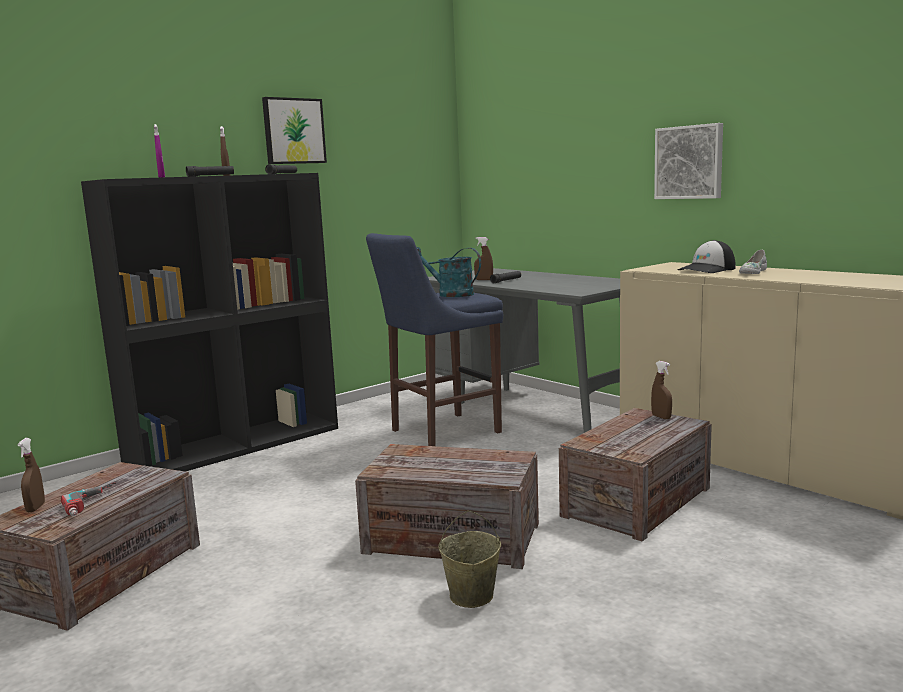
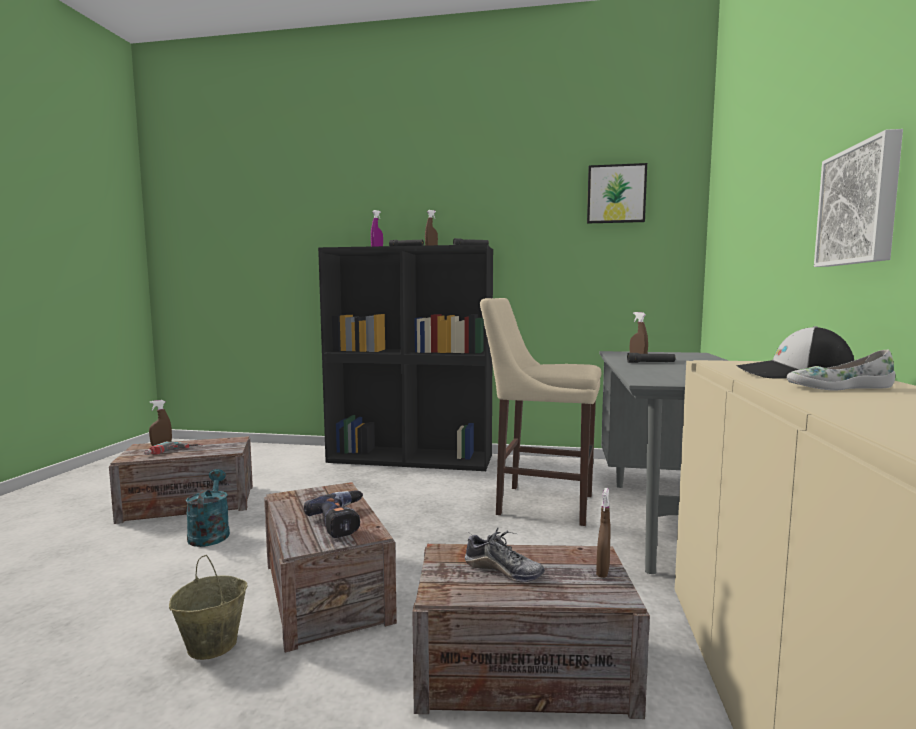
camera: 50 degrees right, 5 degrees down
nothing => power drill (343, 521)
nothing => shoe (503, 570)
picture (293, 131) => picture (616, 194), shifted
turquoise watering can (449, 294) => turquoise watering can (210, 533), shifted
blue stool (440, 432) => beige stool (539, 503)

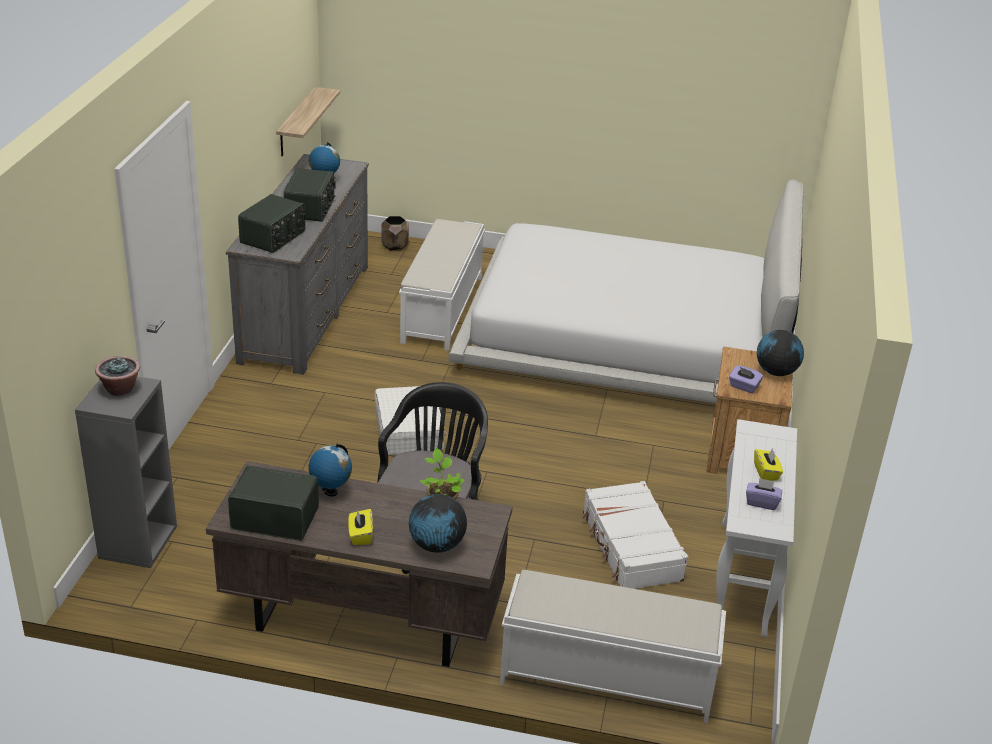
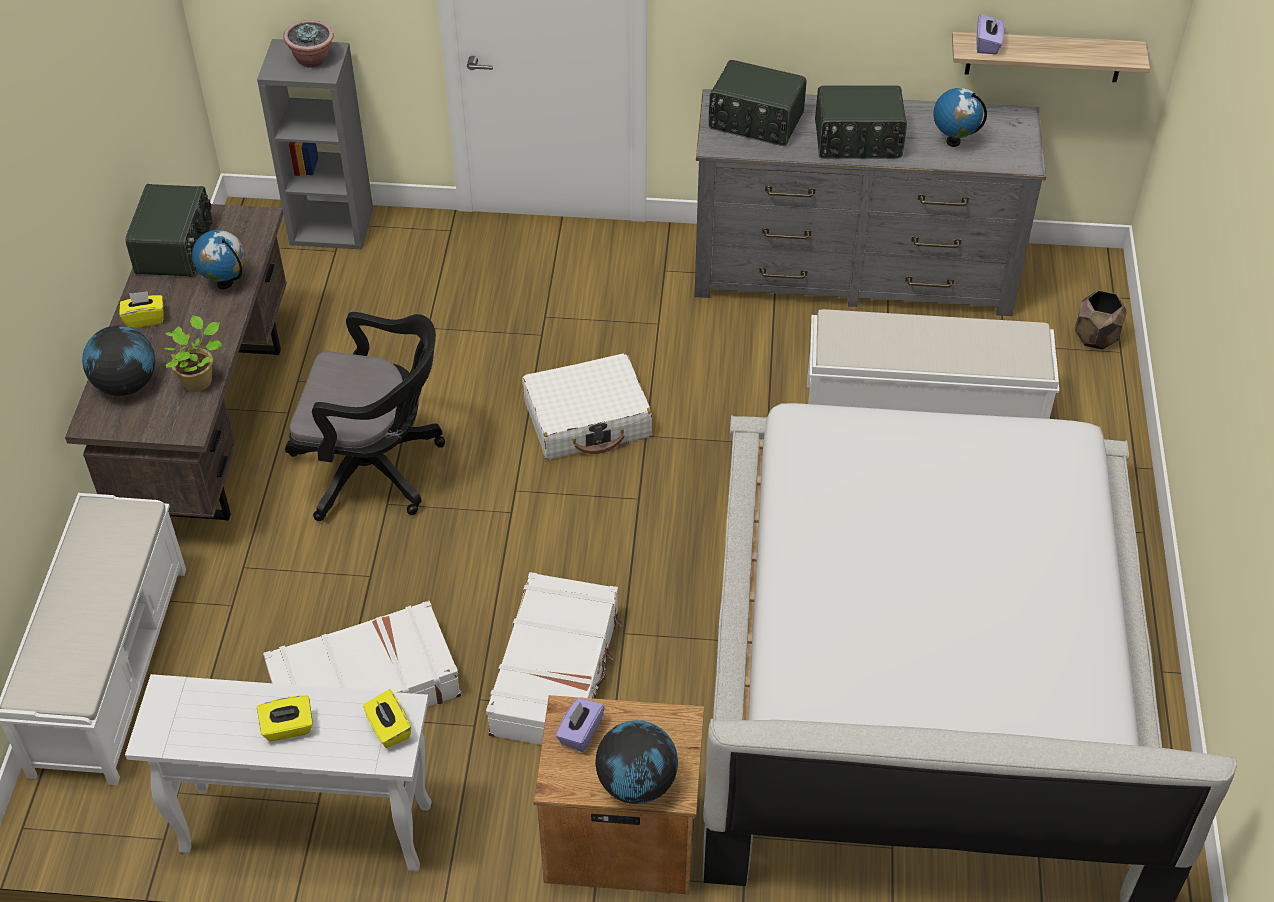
camera: 85 degrees right, 15 degrees up
nothing => yellow tissue box (388, 729)
nothing => white suitcase (557, 673)
purple tissue box (762, 502) => purple tissue box (987, 44), shifted

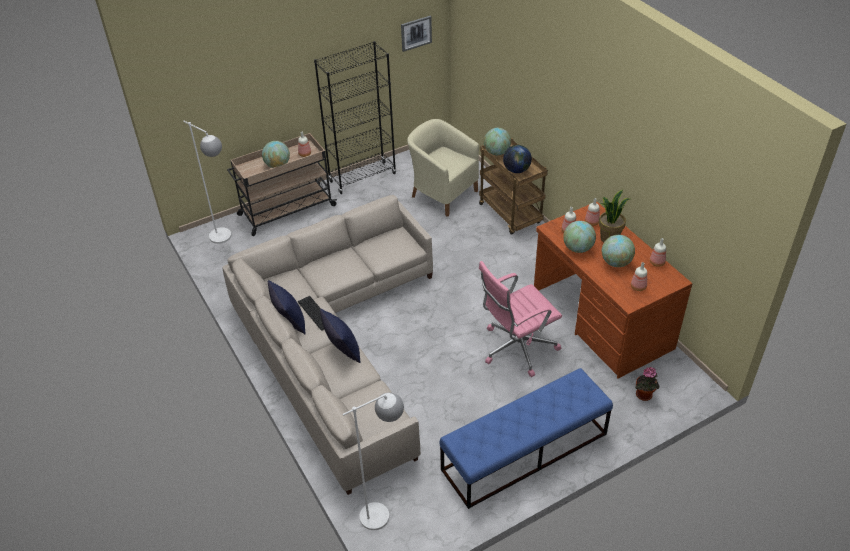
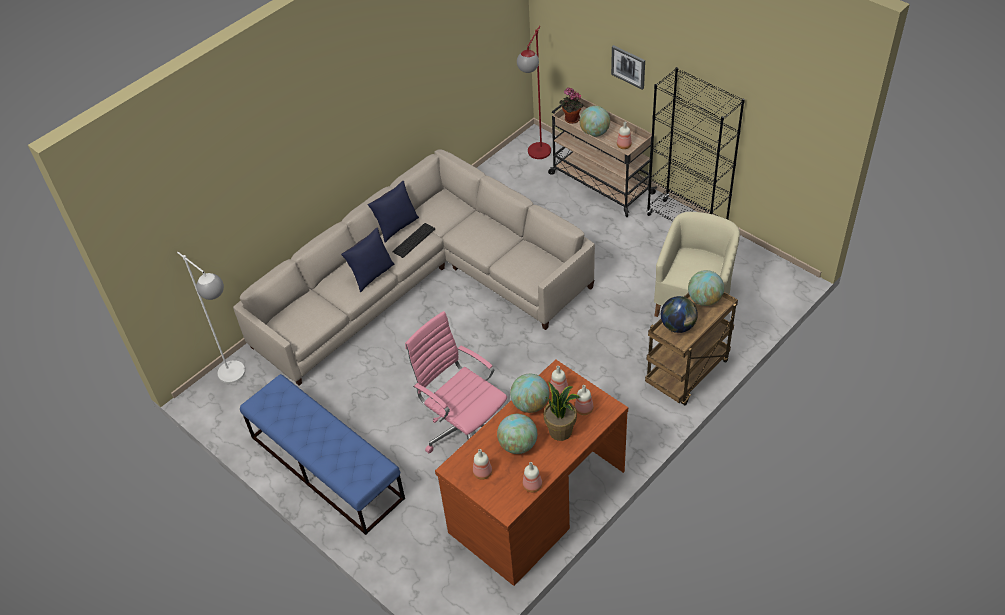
camera: 75 degrees right, 5 degrees up
picture (416, 33) => picture (628, 66), shifted
potted plant (644, 396) => potted plant (571, 119), shifted
white floor lamp (226, 239) => red floor lamp (536, 157)

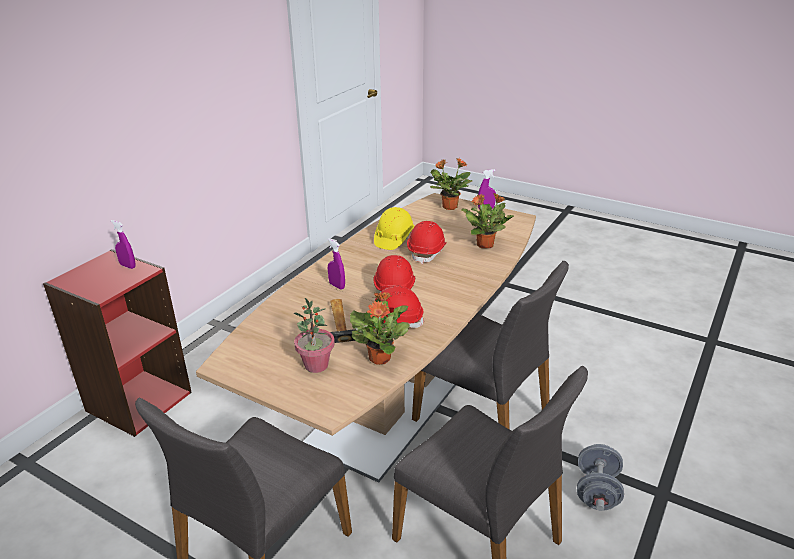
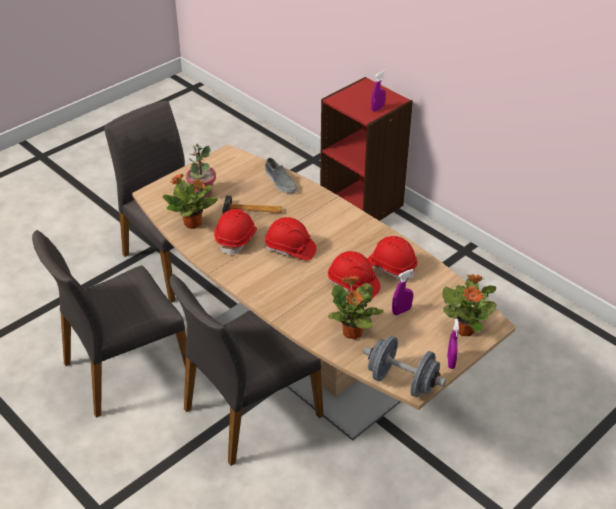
camera: 105 degrees right, 10 degrees up
nothing => grey shoe (280, 182)
purple spray bottle (337, 286) => purple spray bottle (401, 311), shifted
grey dumbbell (597, 491) => grey dumbbell (402, 382), shifted
yellow hard hat (394, 239) => red hard hat (391, 266)

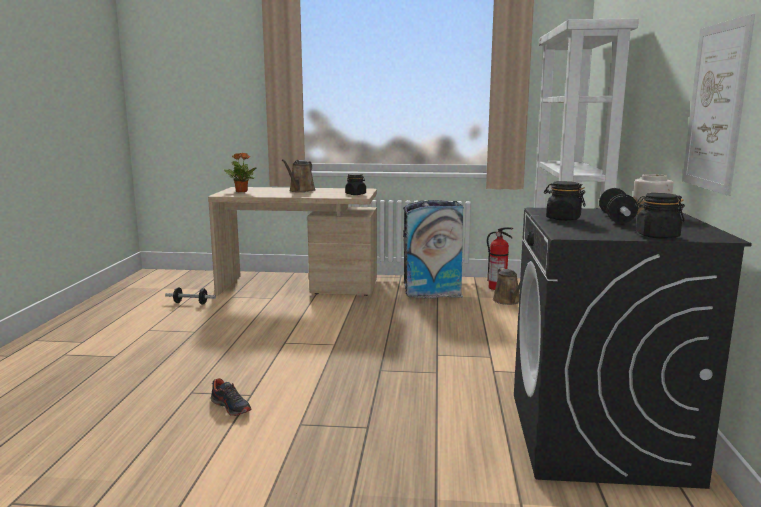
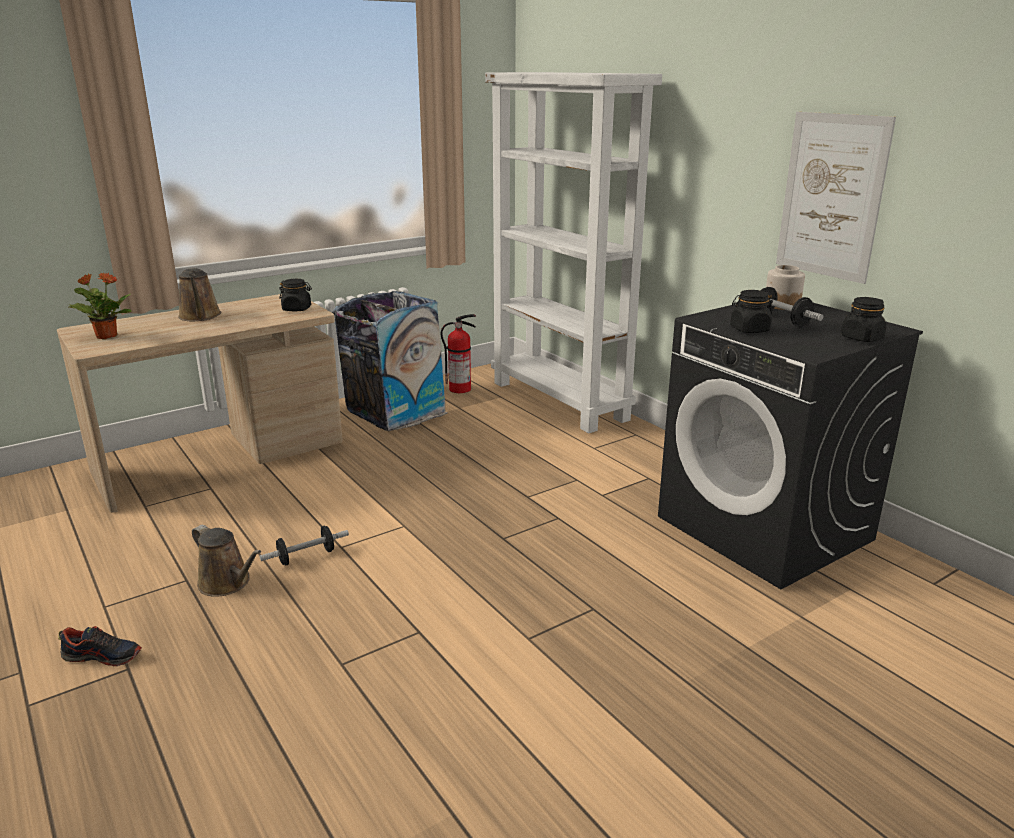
camera: 40 degrees left, 10 degrees up
dumbbell (191, 303) => dumbbell (306, 556), shifted
shoe (231, 407) => shoe (103, 656), shifted
brown watering can (508, 301) => brown watering can (227, 583), shifted

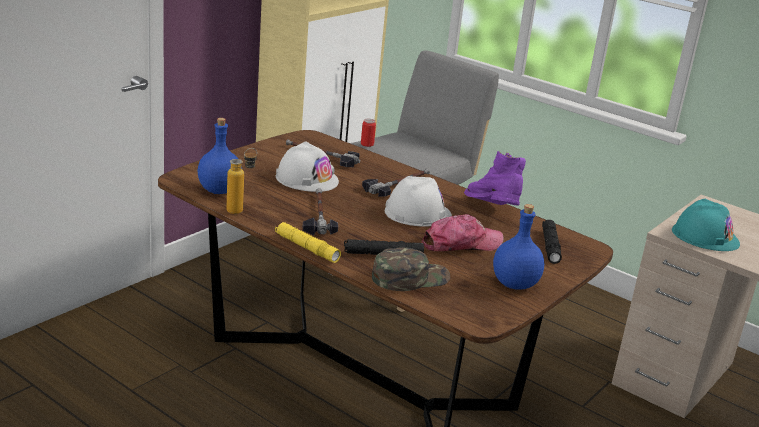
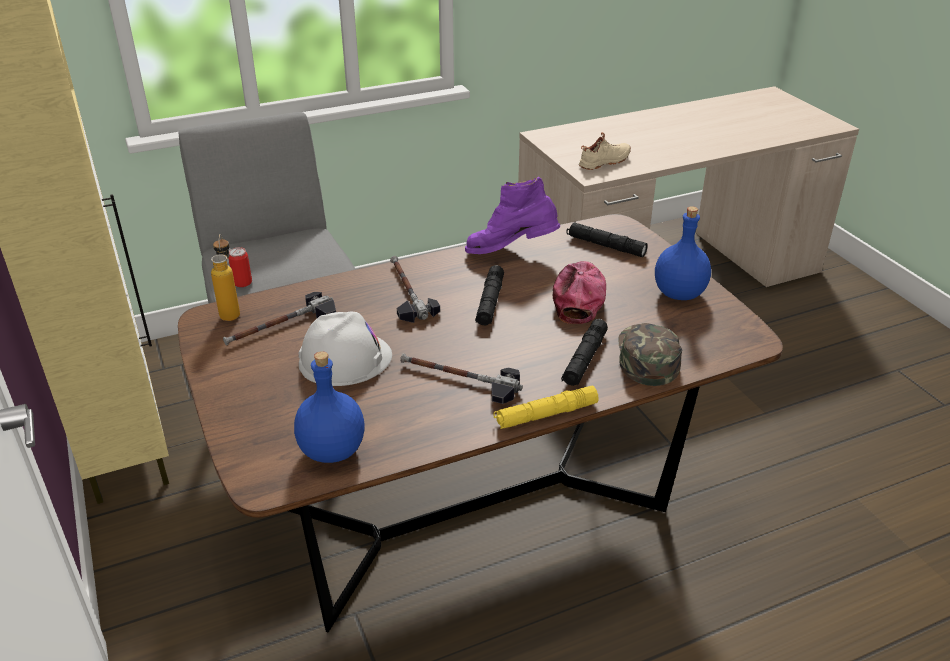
camera: 60 degrees left, 10 degrees up
bottle (241, 210) => bottle (231, 311), shifted
white hard hat (417, 213) => black flashlight (490, 302)
turquoise hard hat (705, 236) => beige shoe (605, 162)

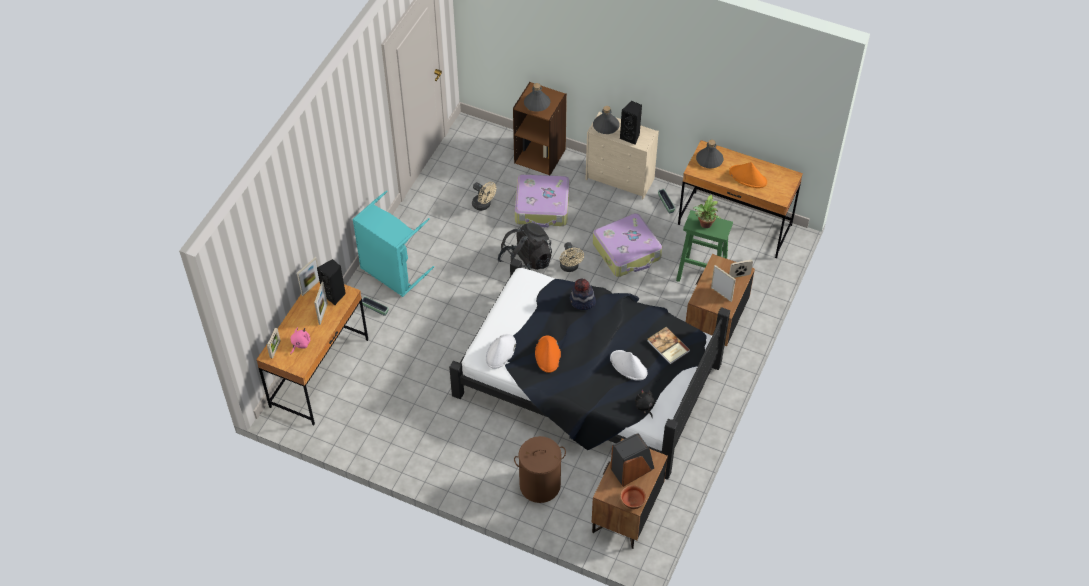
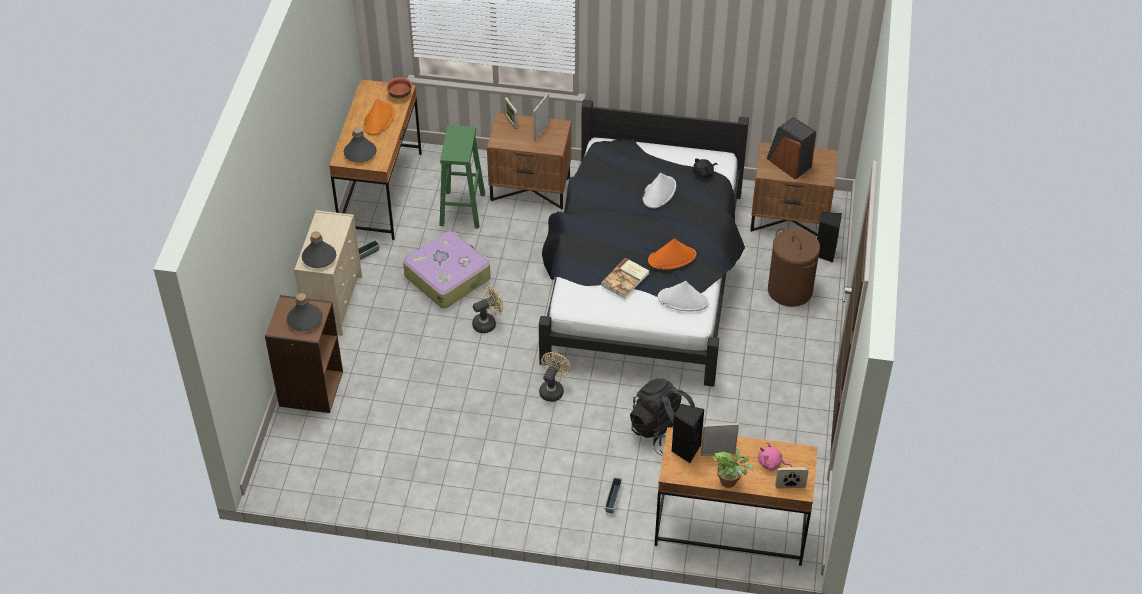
camera: 105 degrees left, 5 degrees down
picture frame (311, 287) => nothing
turquoise laundry basket (392, 273) => nothing
suitcase (542, 207) => nothing
hat (582, 301) => nothing
beige fan (484, 205) => beige fan (553, 389), shifted
black backpack (525, 263) => black backpack (663, 432), shifted
black speaker (631, 137) => black speaker (825, 253), shifted
bowl (632, 502) => bowl (400, 95), shifted
book (668, 347) => book (626, 279), shifted
potted plant (705, 225) => potted plant (730, 481), shifted

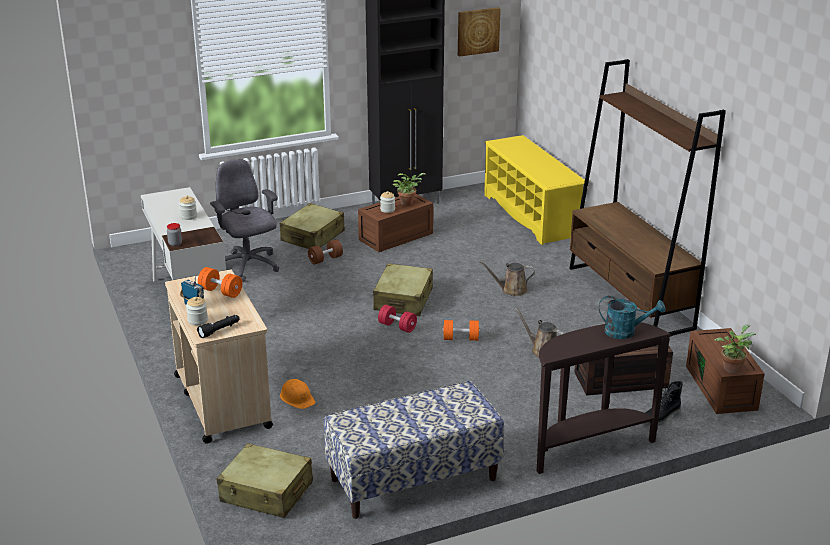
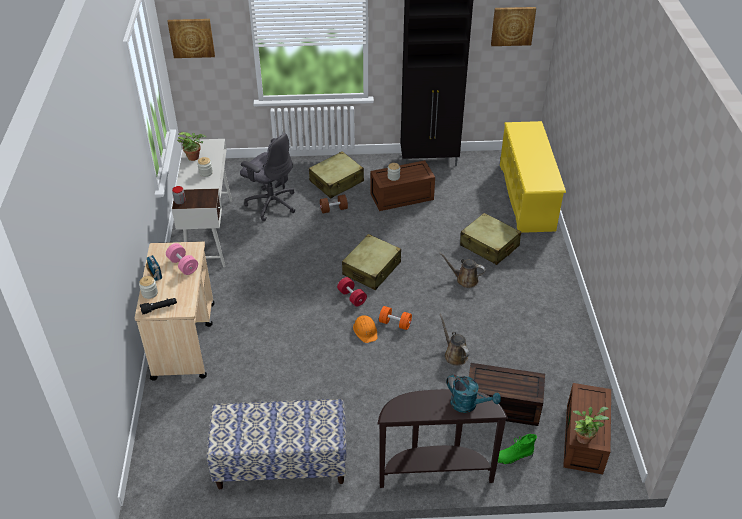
camera: 20 degrees right, 15 degrees up
brown bookcase (630, 298) => nothing
nothing => picture (191, 37)
beige suitcase (266, 492) => beige suitcase (489, 246), shifted
orange hard hat (297, 398) => orange hard hat (365, 330), shifted
potted plant (408, 202) => potted plant (195, 157), shifted
orange dumbbell (221, 292) => pink dumbbell (183, 265)
black boot (661, 418) => green boot (512, 458)
grey office chair (248, 267) => grey office chair (271, 203), 135 degrees clockwise

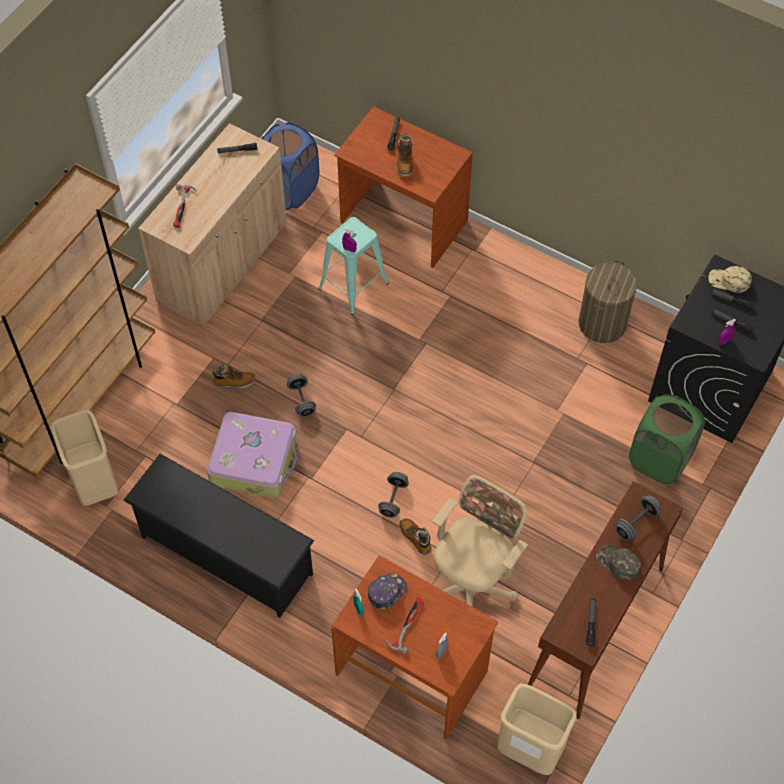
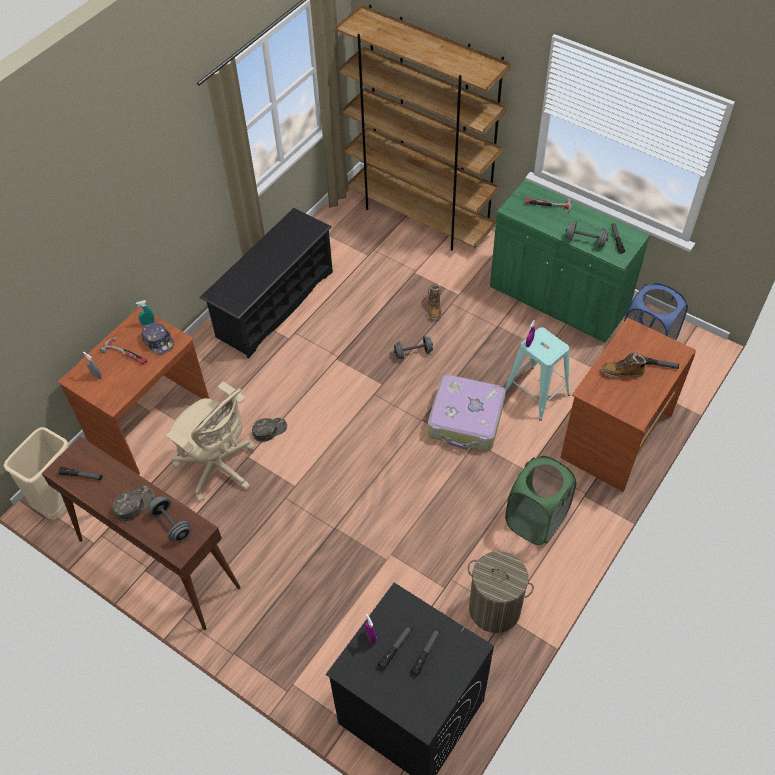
camera: 95 degrees right, 5 degrees down
beige trash can (95, 485) => nothing
beige cap (729, 281) => nothing
suitcase (254, 461) => suitcase (466, 420), shifted
grey dumbbell (393, 499) => grey dumbbell (585, 241), shifted
green laundry basket (660, 459) => green laundry basket (536, 520), shifted
boot (415, 538) => green cap (269, 429)
beige cabinet (223, 262) => green cabinet (558, 299)

